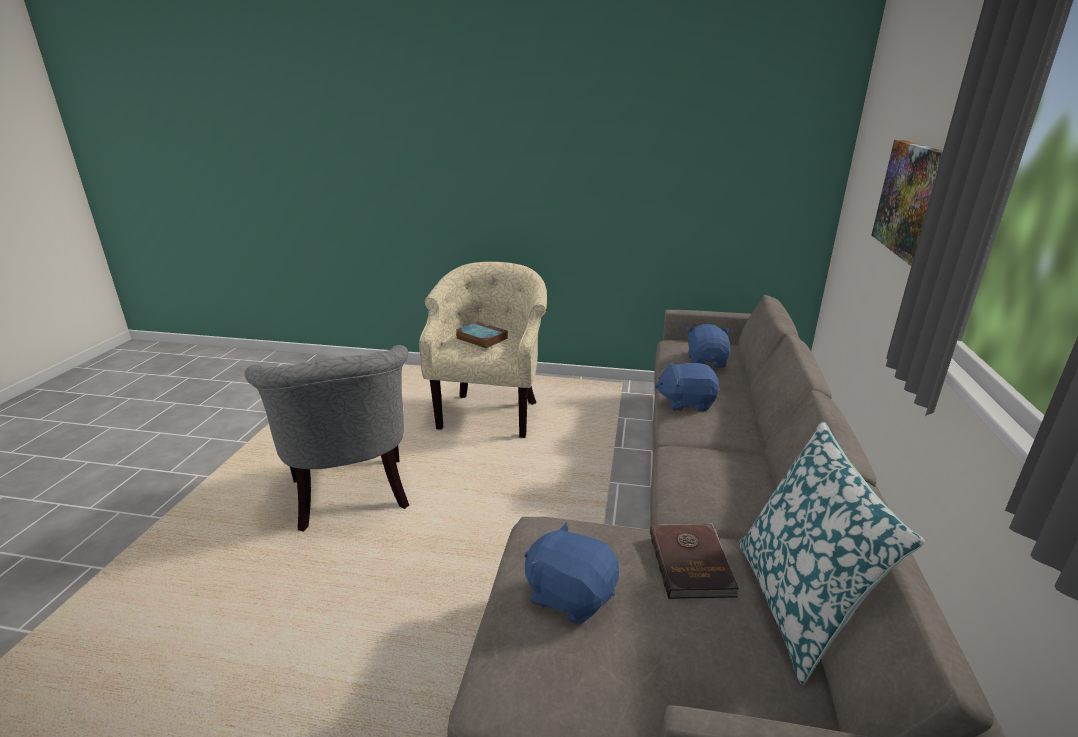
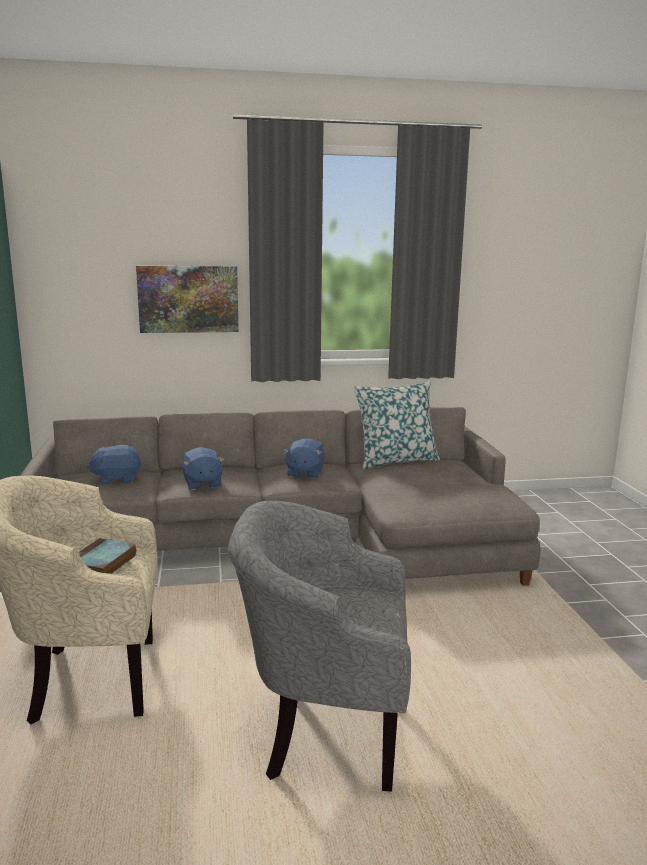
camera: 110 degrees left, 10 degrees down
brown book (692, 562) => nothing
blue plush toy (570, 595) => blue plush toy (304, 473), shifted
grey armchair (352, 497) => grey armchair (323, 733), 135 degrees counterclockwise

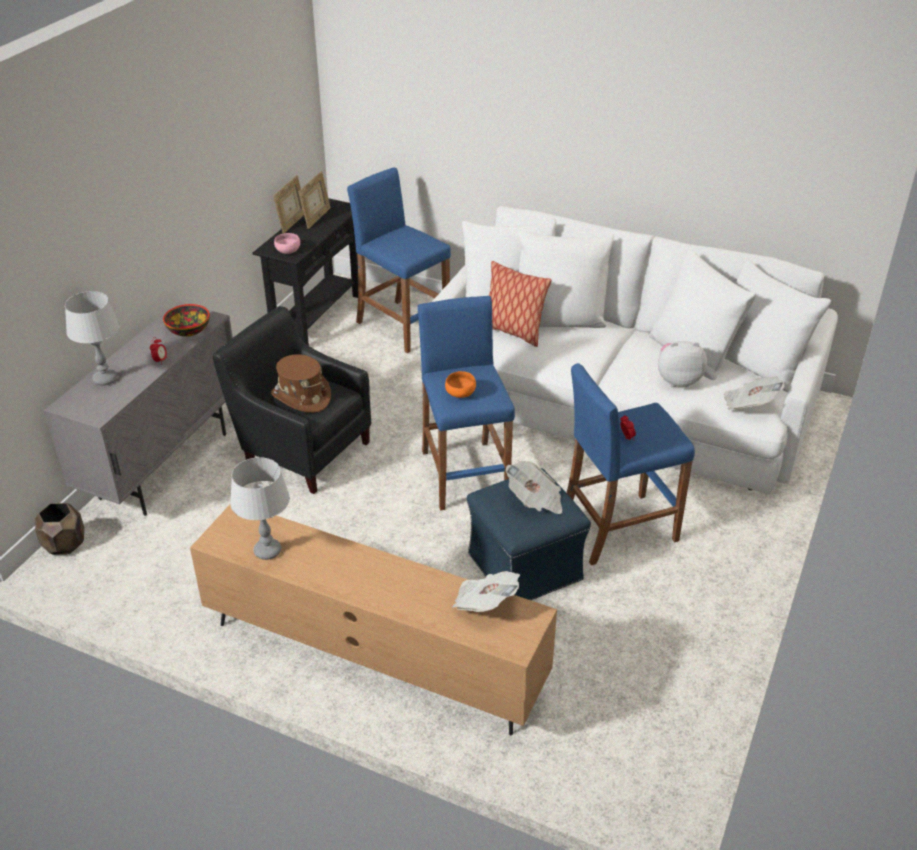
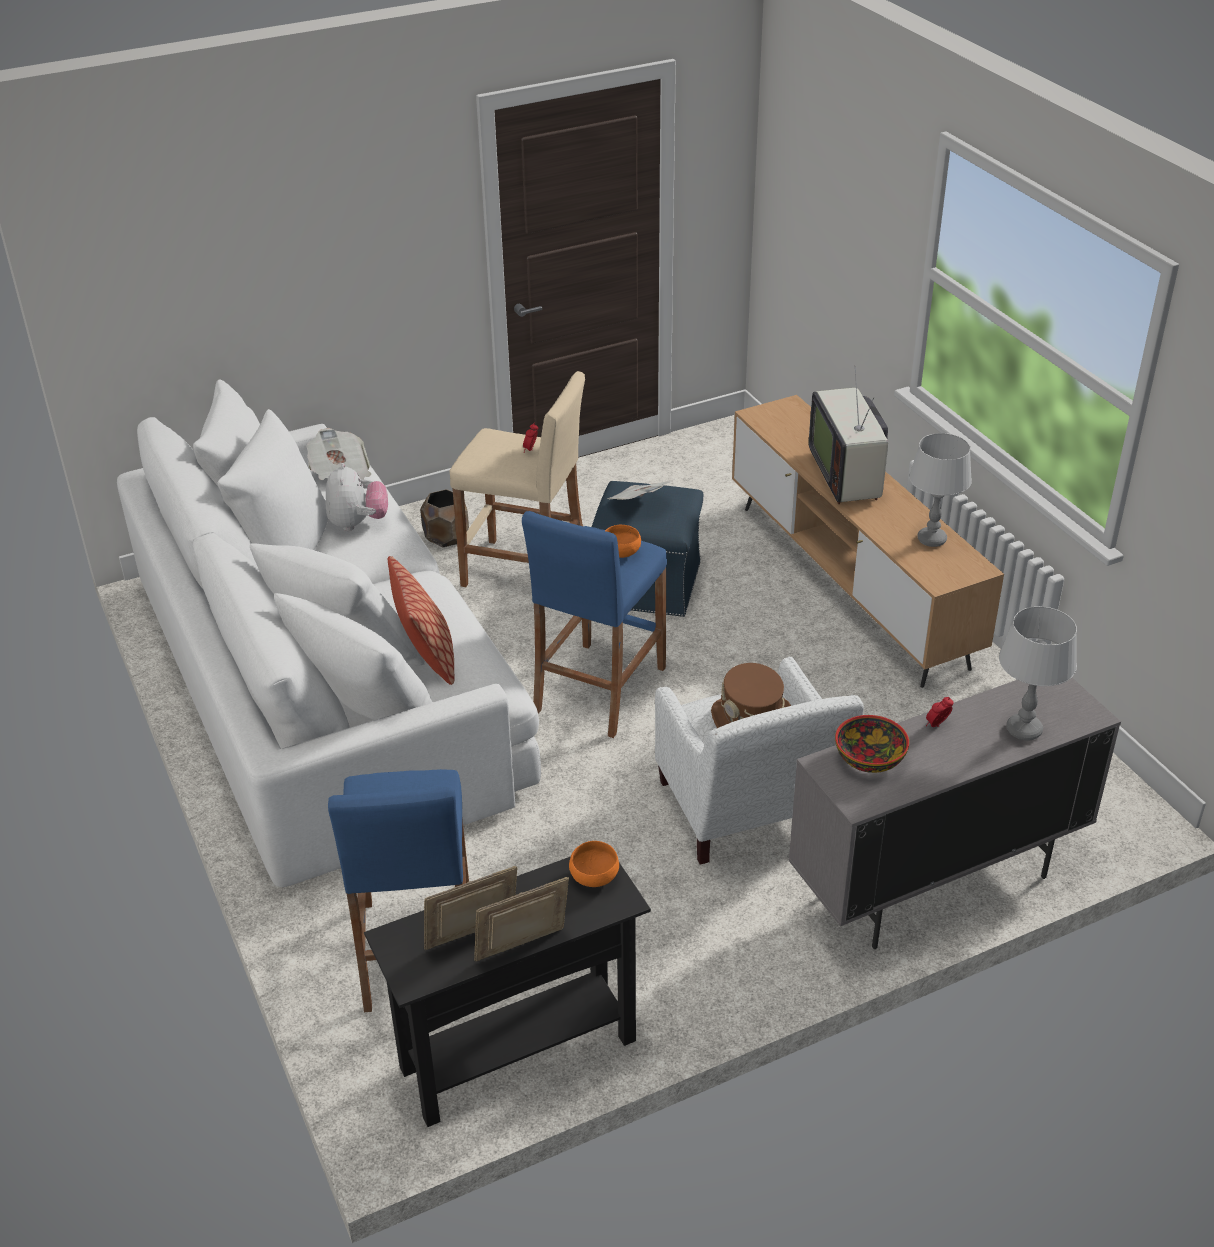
camera: 140 degrees left, 0 degrees up
newspaper (485, 603) => nothing
nothing => television (848, 475)
brown planter (64, 545) => brown planter (447, 537), shifted
black armchair (302, 450) => white armchair (747, 814)
pink bowl (287, 251) => orange bowl (595, 878)
blue stool (617, 529) => beige stool (526, 572)
plush toy (678, 380) => plush toy (358, 523), 135 degrees counterclockwise

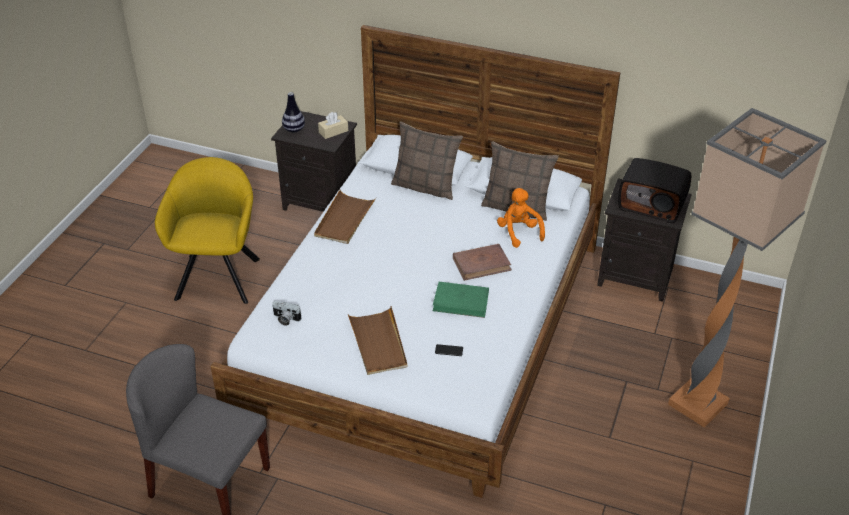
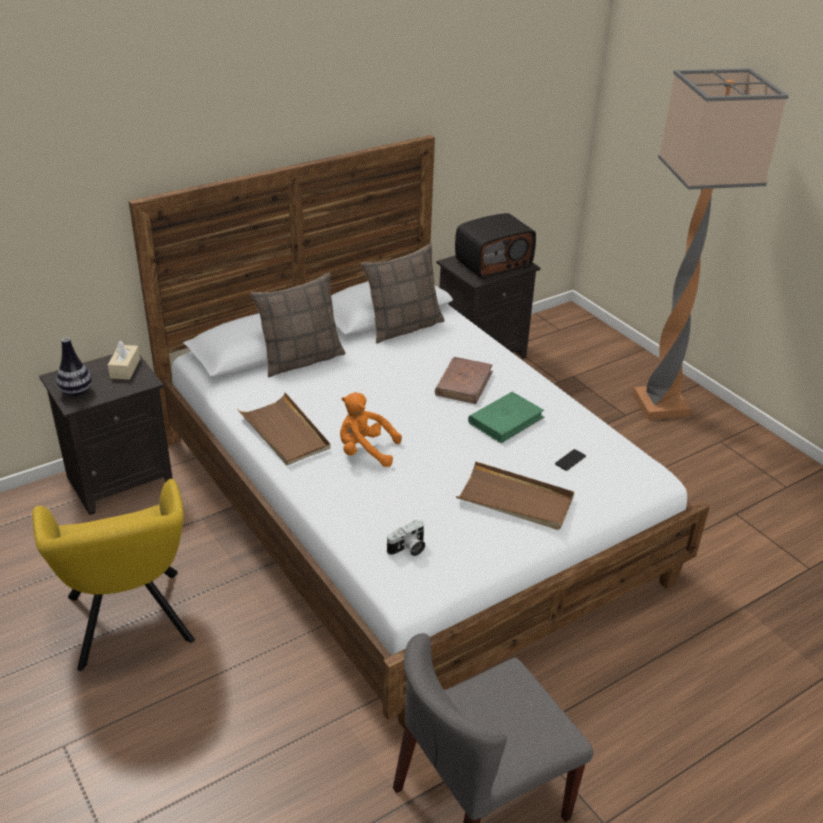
camera: 55 degrees left, 5 degrees down
orange plush toy (519, 232) => orange plush toy (365, 451), shifted
yellow armchair (219, 275) => yellow armchair (130, 624), 150 degrees counterclockwise

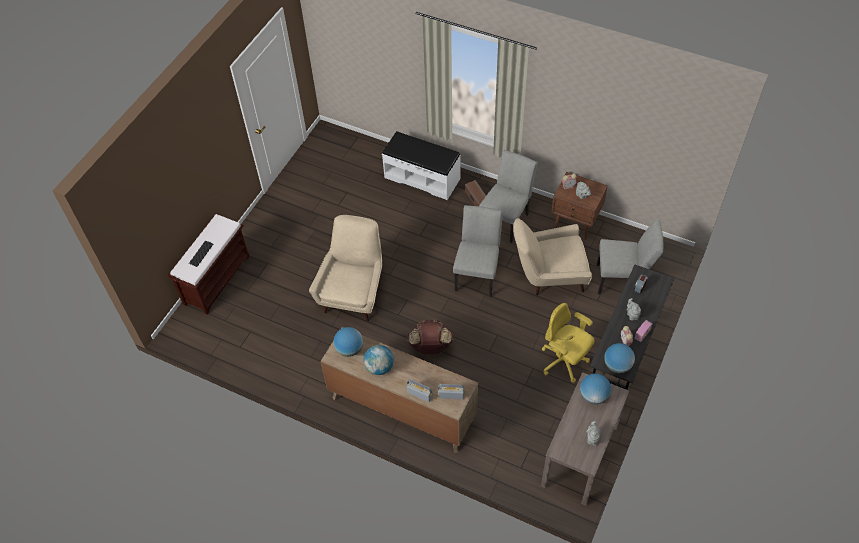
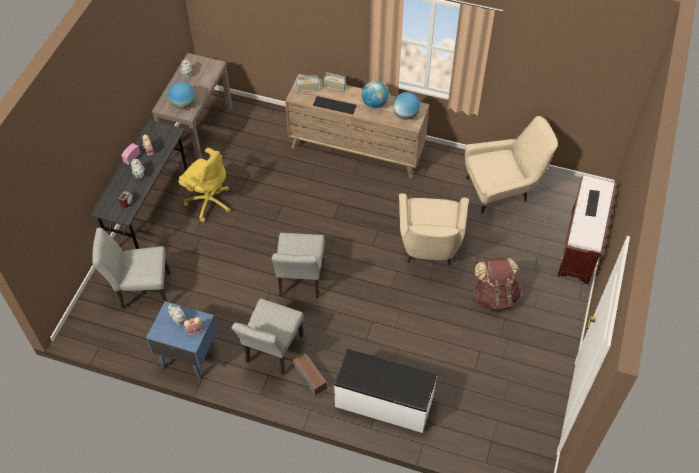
camera: 170 degrees right, 0 degrees up
globe (617, 365) => nothing
nothing => keyboard (335, 105)
brown backpack (430, 346) => brown backpack (494, 297), shifted
beige armchair (549, 277) => beige armchair (502, 189), shifted
brown nightstand (576, 223) => blue nightstand (188, 356)

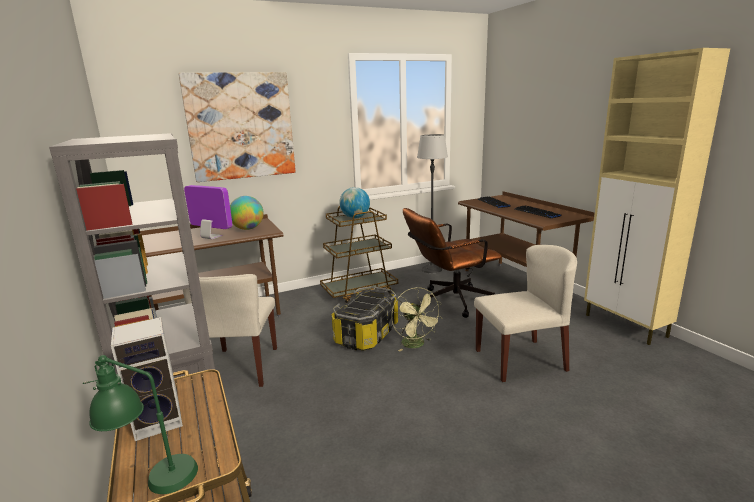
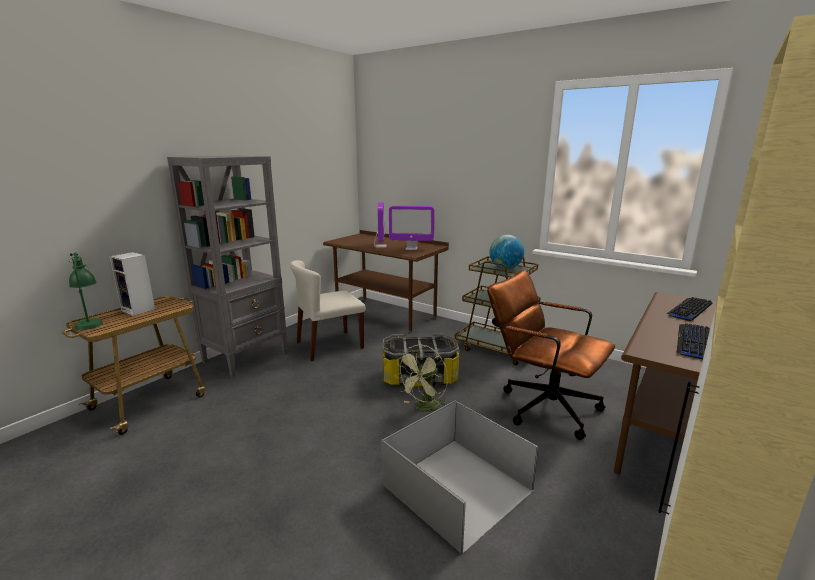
camera: 60 degrees right, 0 degrees up
picture (241, 126) => nothing
floor lamp (432, 269) => nothing
globe (248, 229) => monitor (411, 248)
beige chair (520, 359) => grey storage box (456, 488)

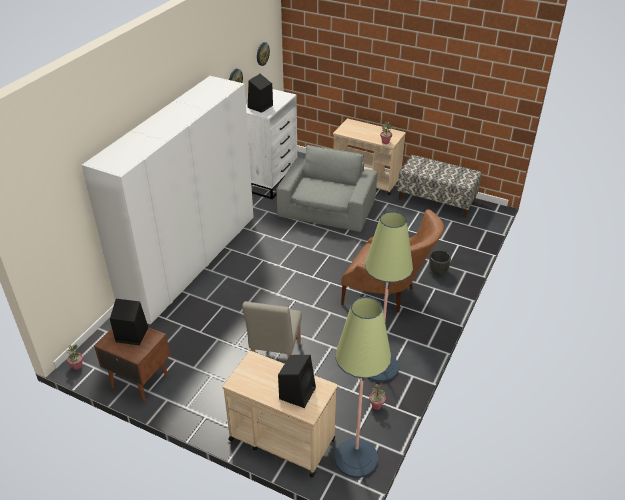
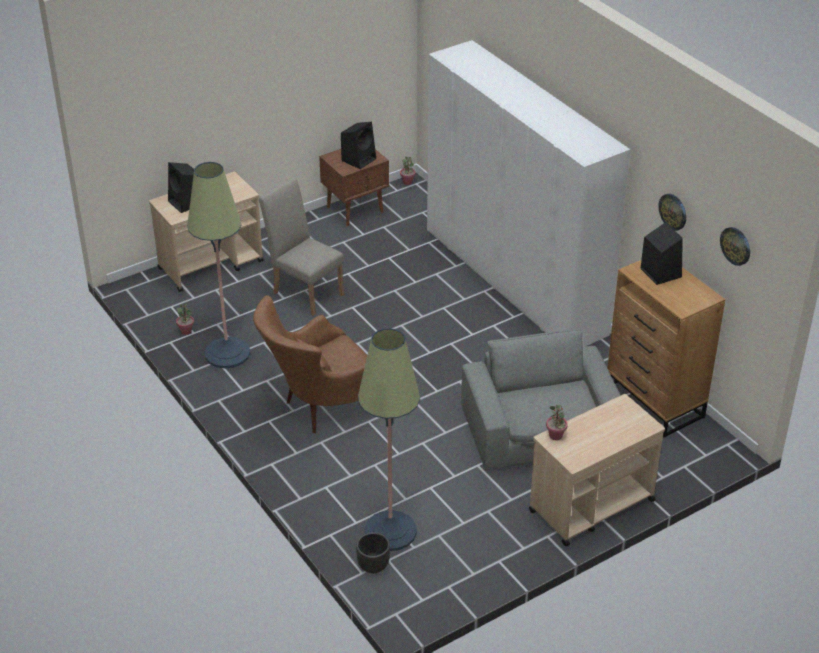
camera: 120 degrees right, 0 degrees up
bench (436, 200) => nothing
floor lamp (356, 458) => floor lamp (390, 531), shifted
black planter (438, 272) => black planter (373, 567), shifted
white dresser (272, 181) => brown dresser (654, 402)
grey armchair (327, 209) => grey armchair (541, 429), 150 degrees counterclockwise

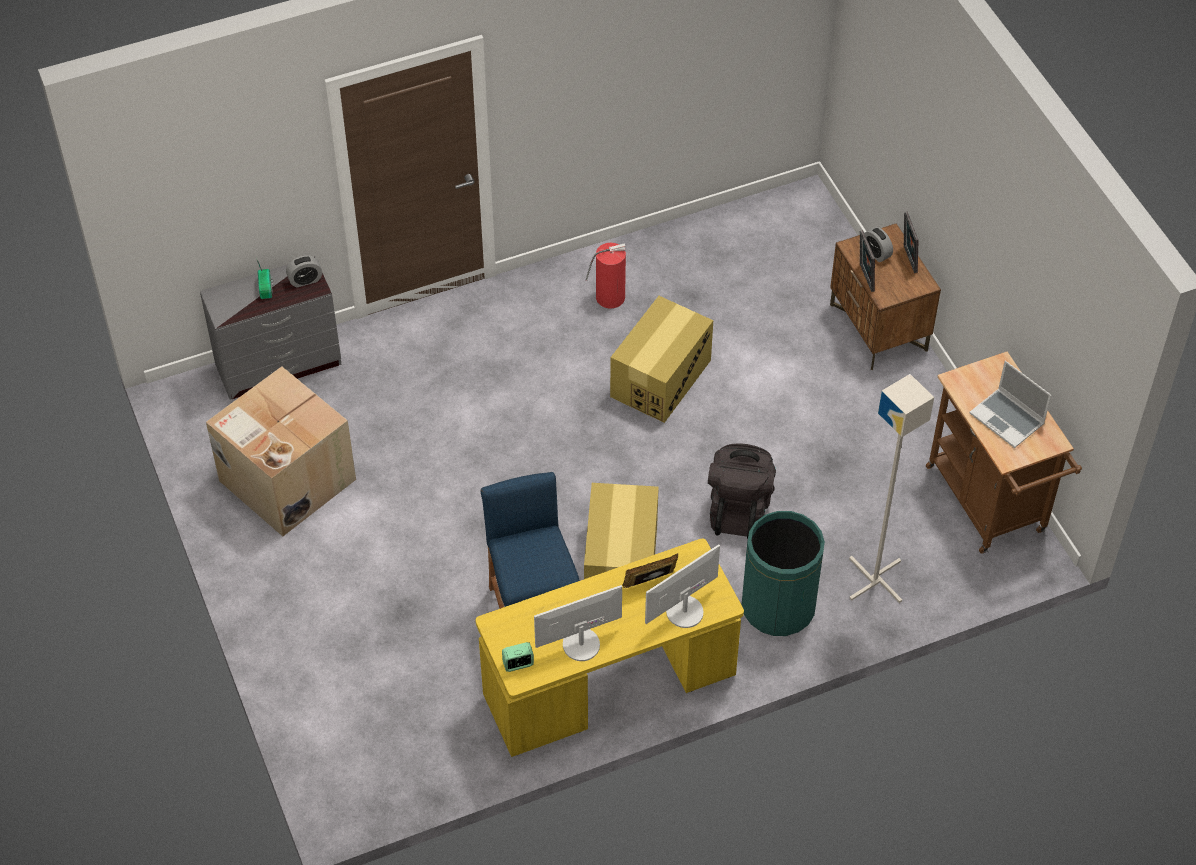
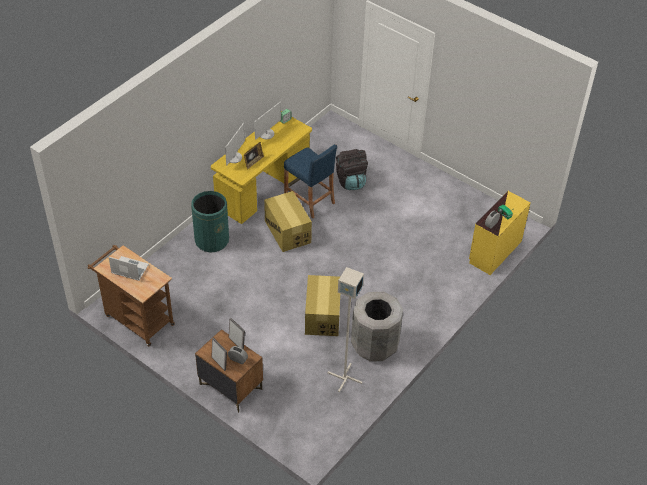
camera: 150 degrees right, 5 degrees down
cardboard box (285, 480) => nothing
black backpack (739, 510) => black backpack (351, 181), shifted
grey floor lamp (876, 580) => grey floor lamp (344, 378), shifted
fire extinguisher (608, 297) => grey trash can (374, 345)
grey dresser (279, 365) => yellow dresser (494, 252)

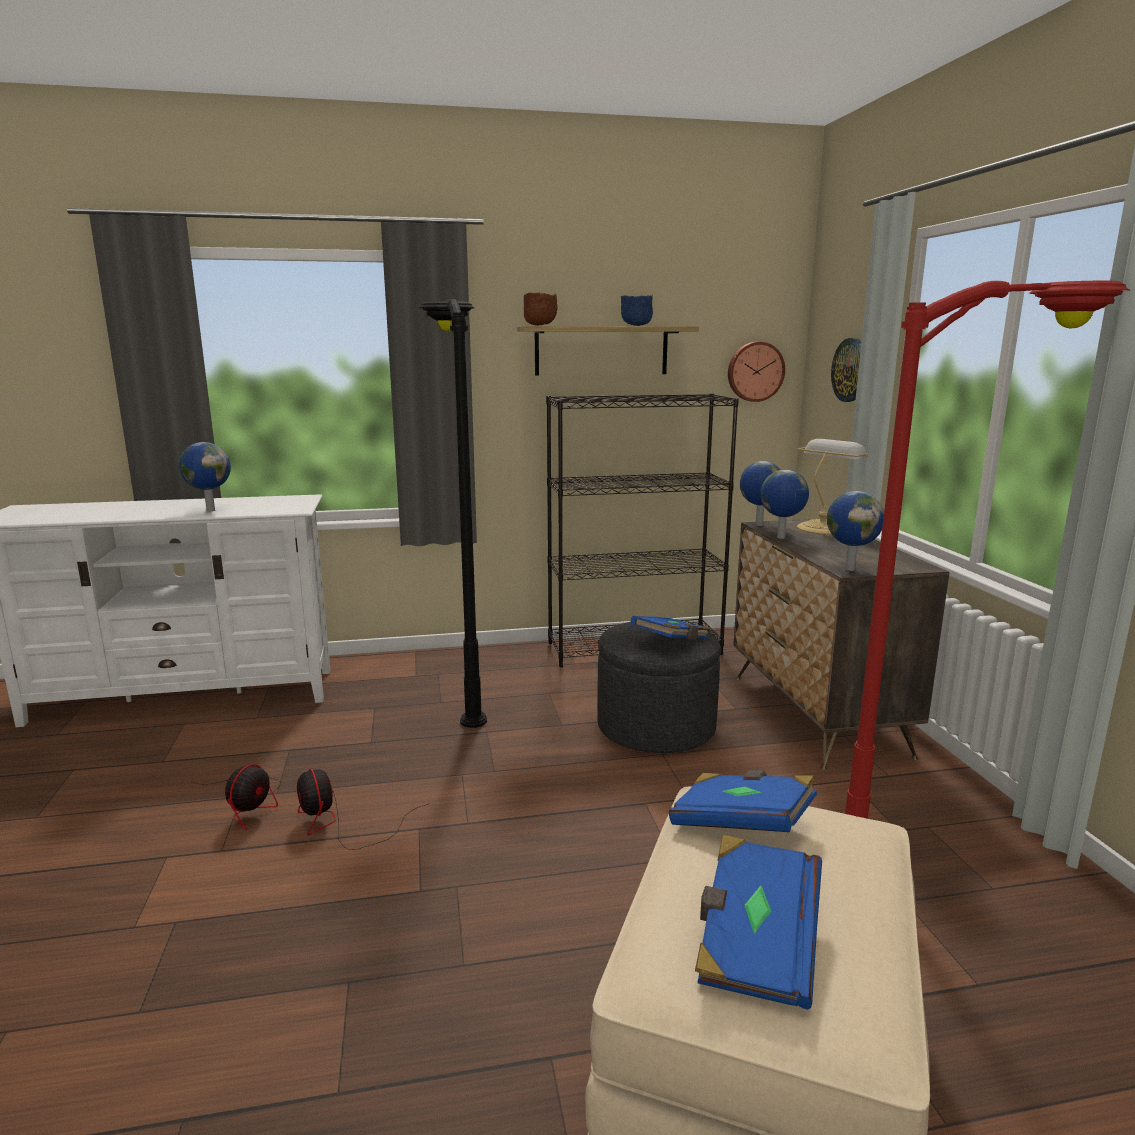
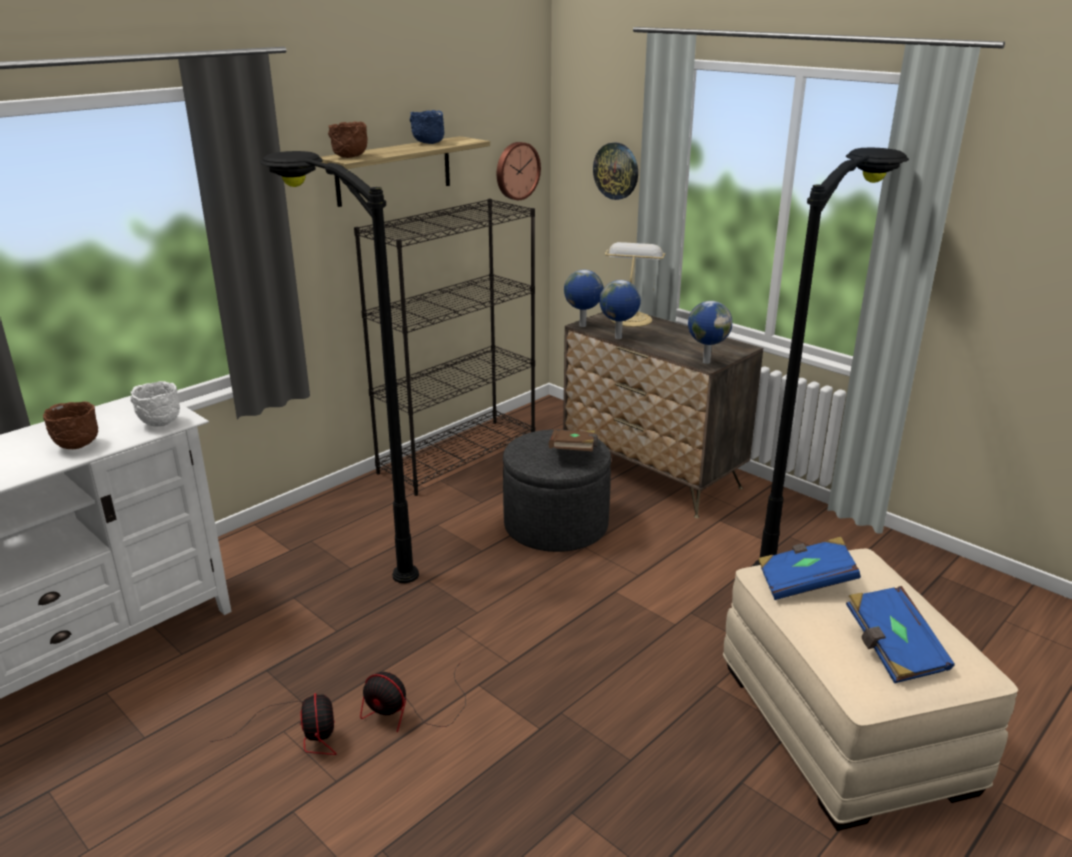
camera: 35 degrees left, 10 degrees up
nothing => white bowl (159, 424)
globe (210, 510) => brown bowl (76, 446)
blue book (671, 642) => brown book (573, 452)
red floor lamp (949, 833) => black floor lamp (803, 536)

